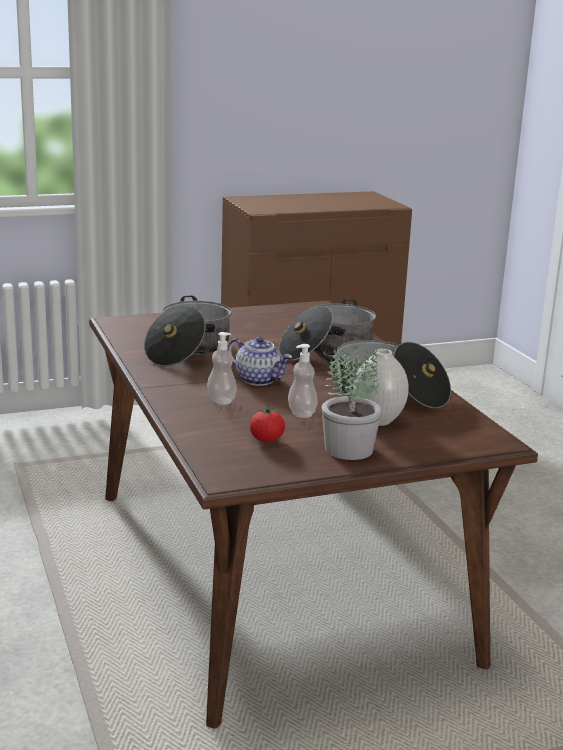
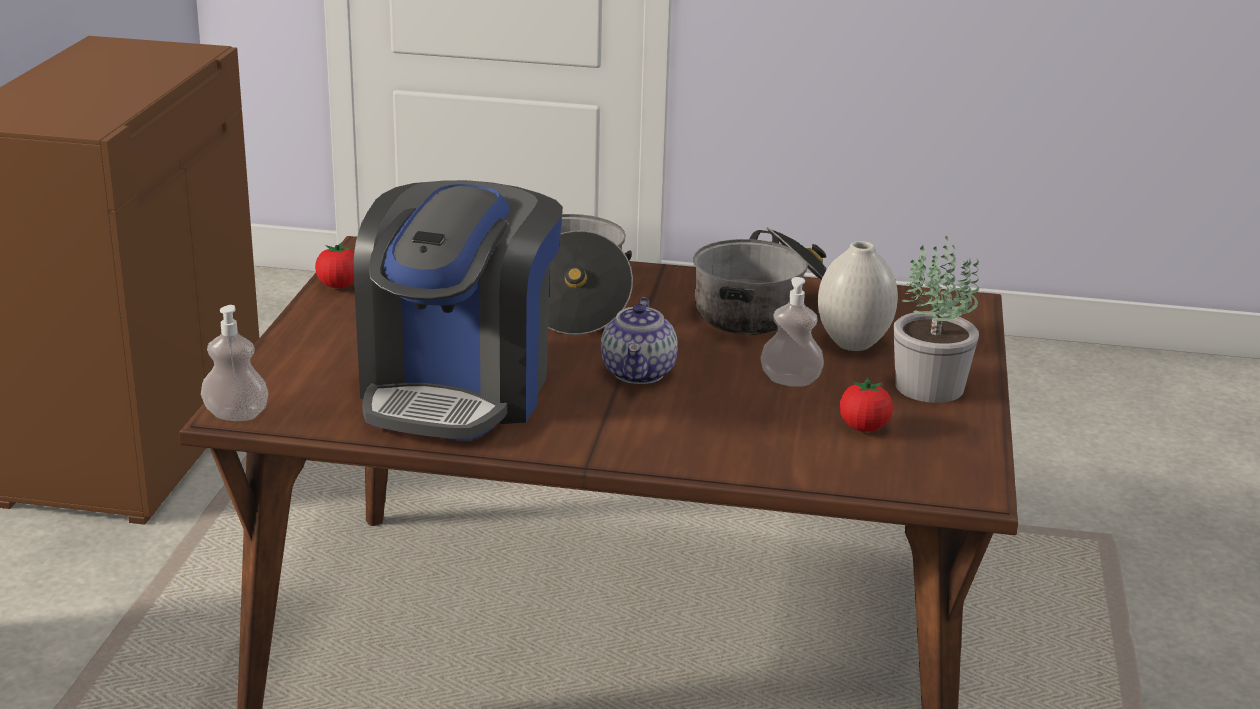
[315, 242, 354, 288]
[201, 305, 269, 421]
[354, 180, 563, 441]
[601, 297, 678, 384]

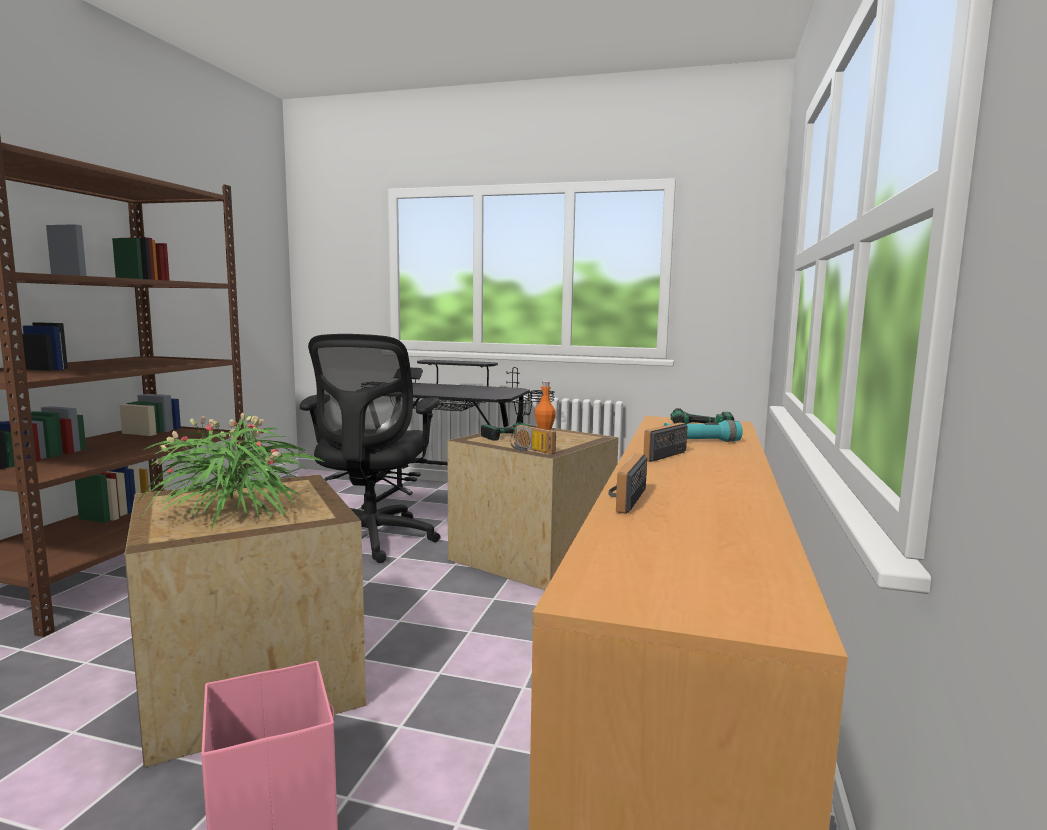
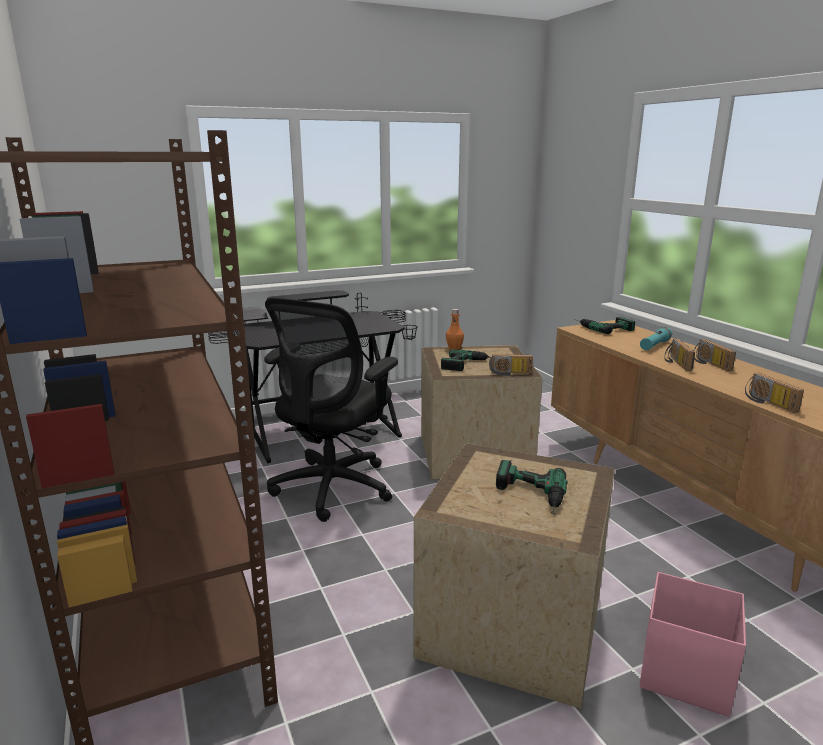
[694, 339, 736, 371]
[496, 460, 568, 514]
[264, 298, 398, 522]

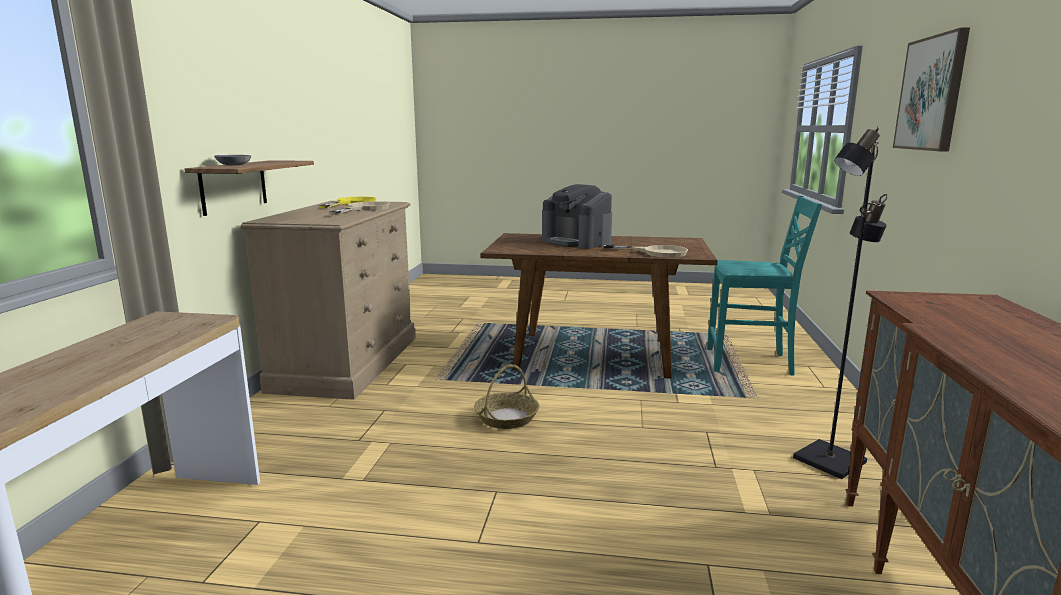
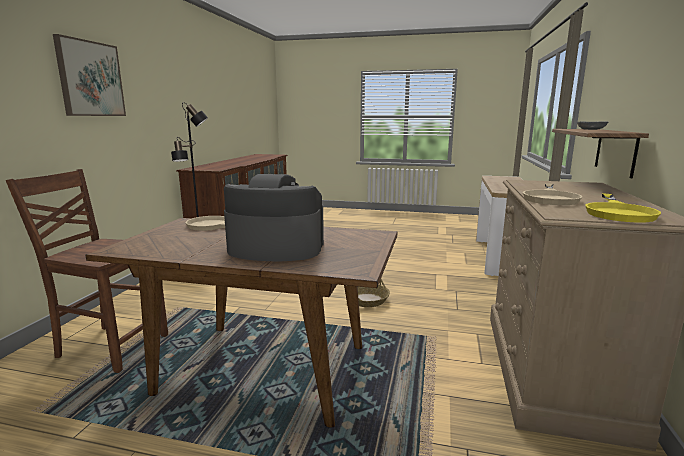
[6, 169, 168, 373]
[224, 174, 324, 261]

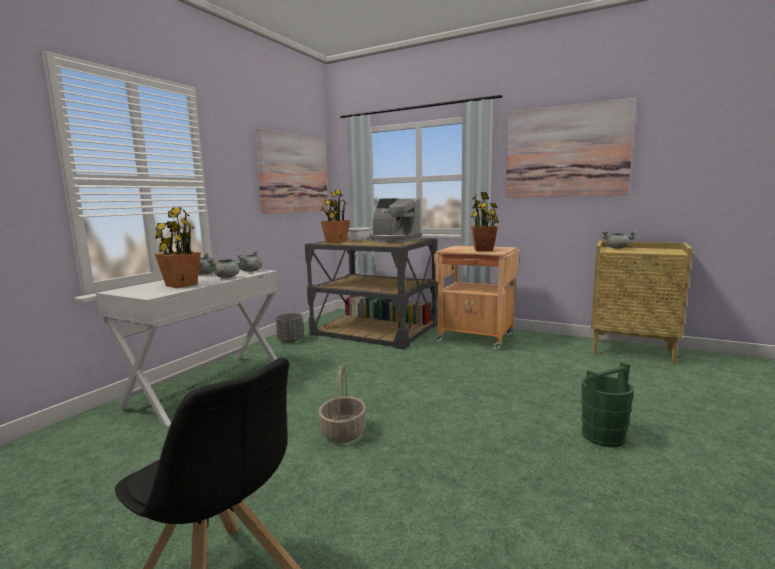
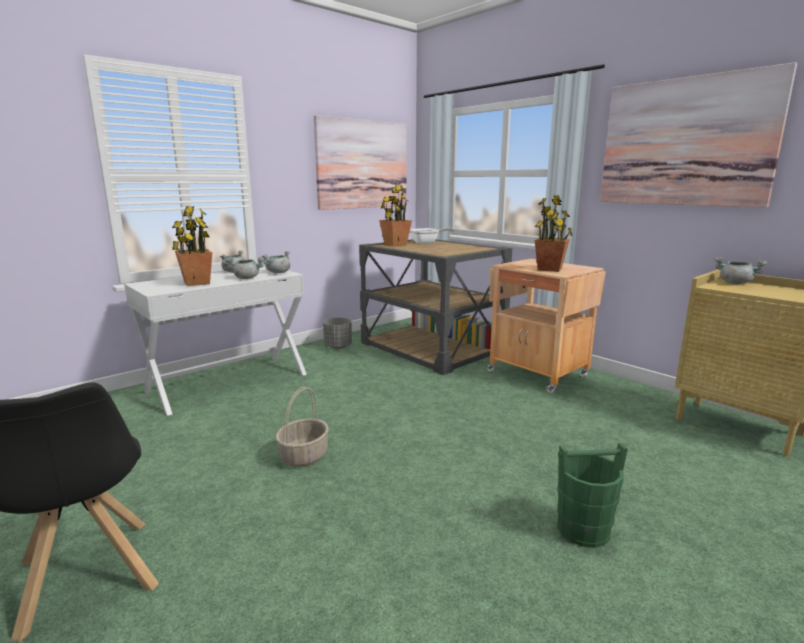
[370, 198, 422, 243] (first image)

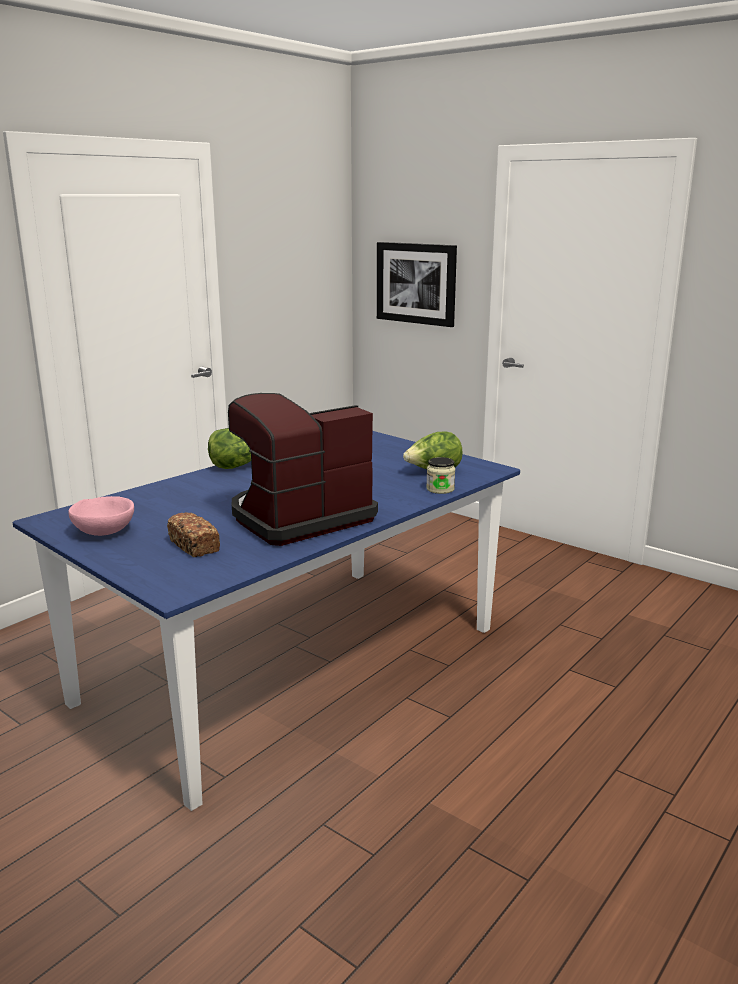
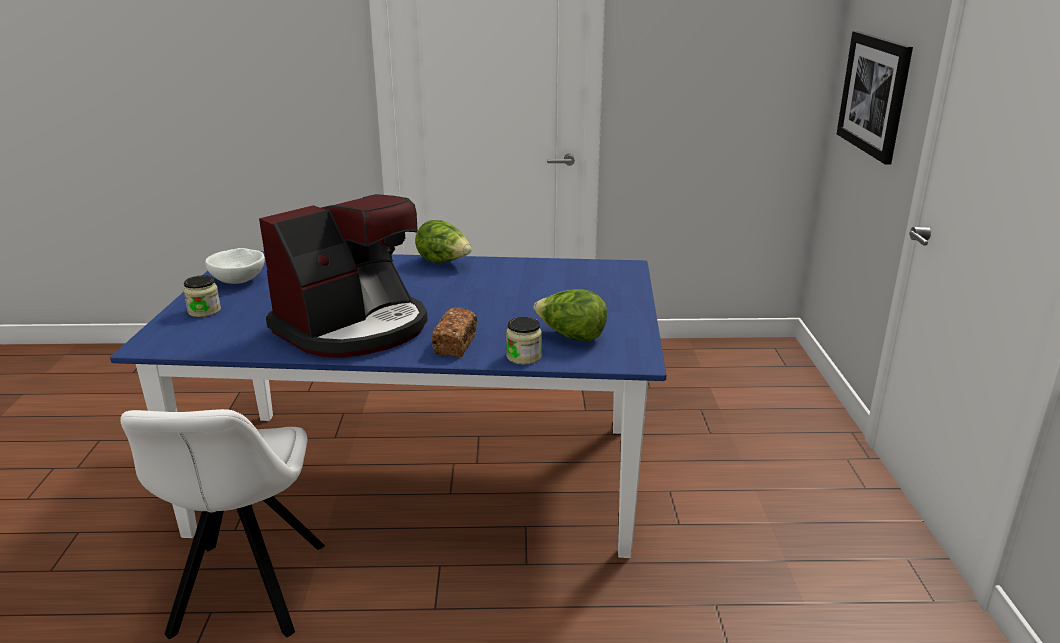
[120, 409, 325, 639]
[184, 275, 221, 317]
[432, 307, 477, 357]
[205, 248, 265, 284]
[259, 194, 428, 358]

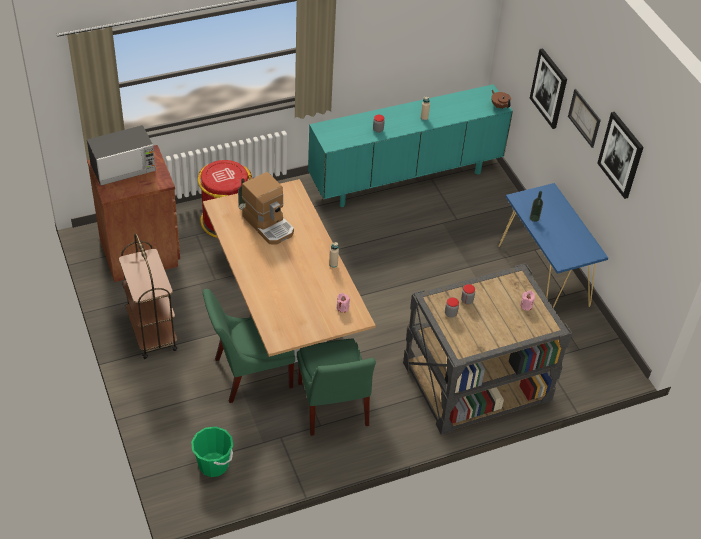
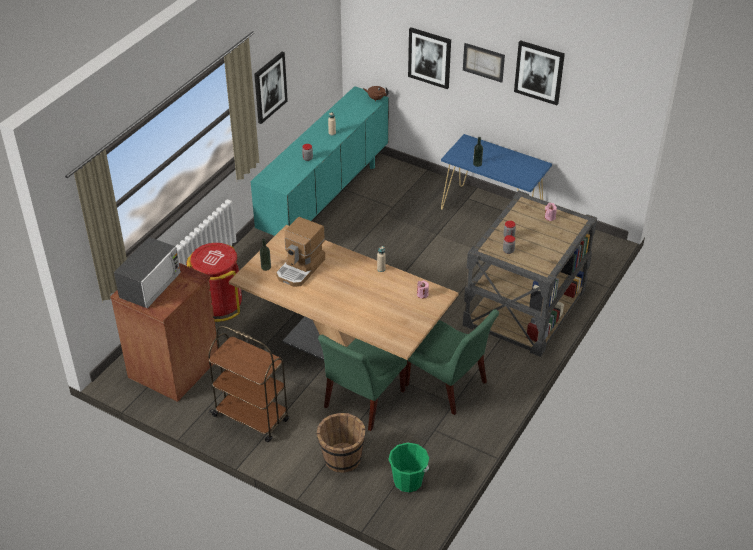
[254, 52, 288, 124]
[317, 413, 366, 473]
[276, 217, 325, 287]

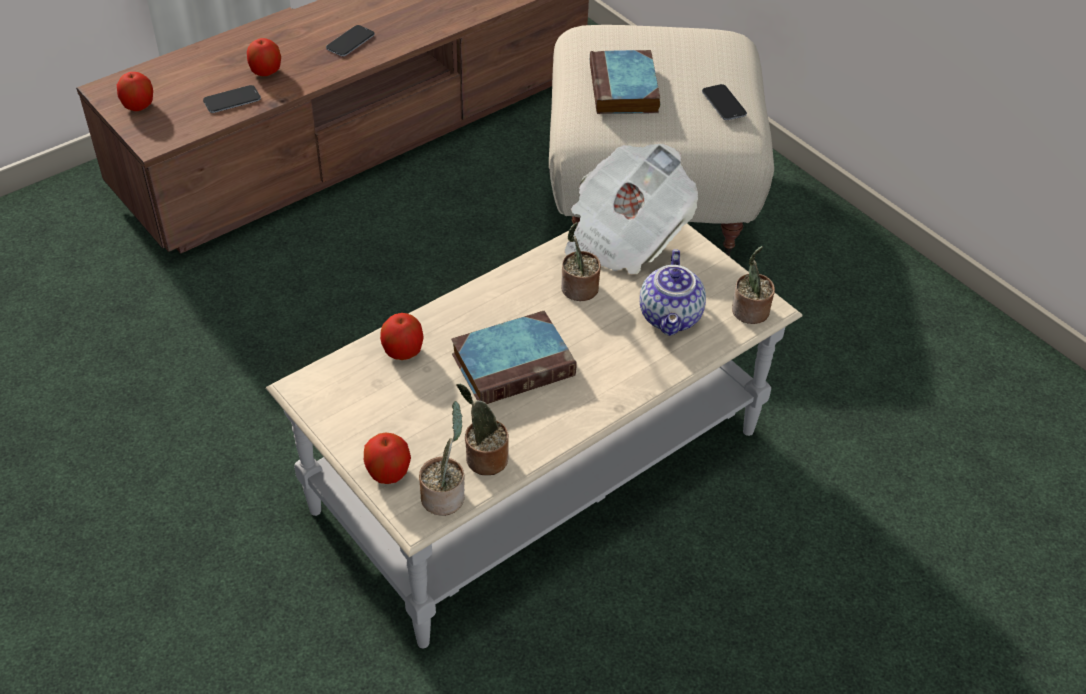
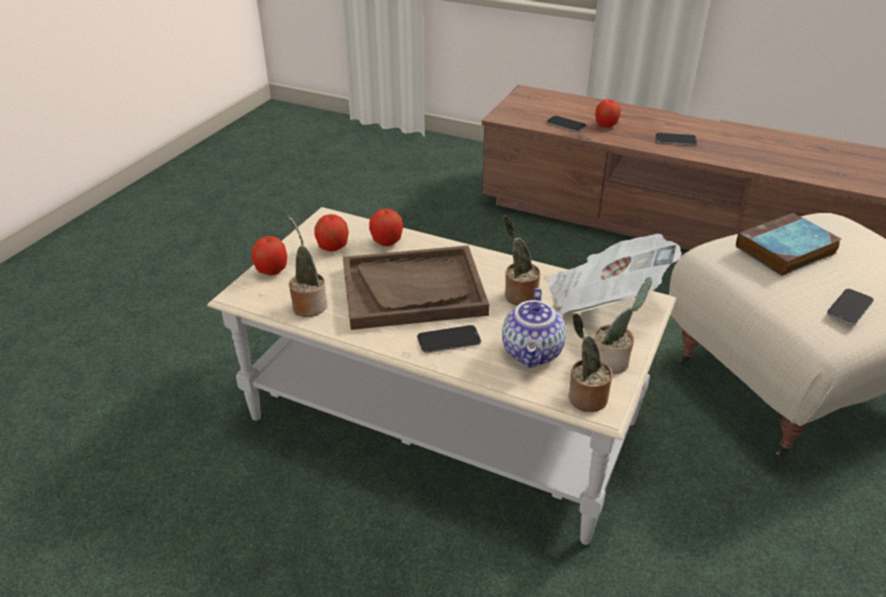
[417, 325, 481, 353]
[315, 214, 349, 251]
[594, 277, 652, 374]
[343, 245, 489, 330]
[502, 288, 566, 368]

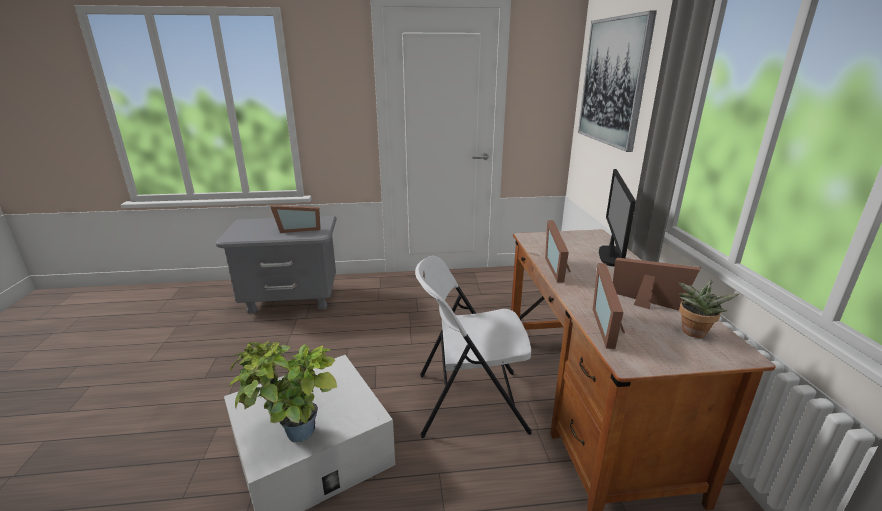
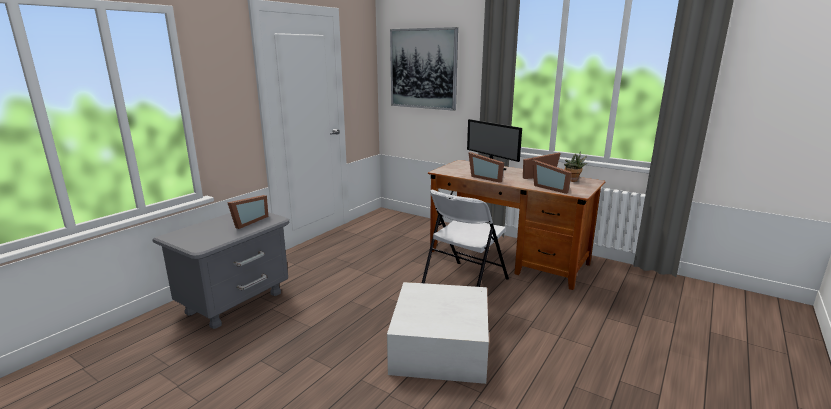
[229, 340, 337, 442] (first image)

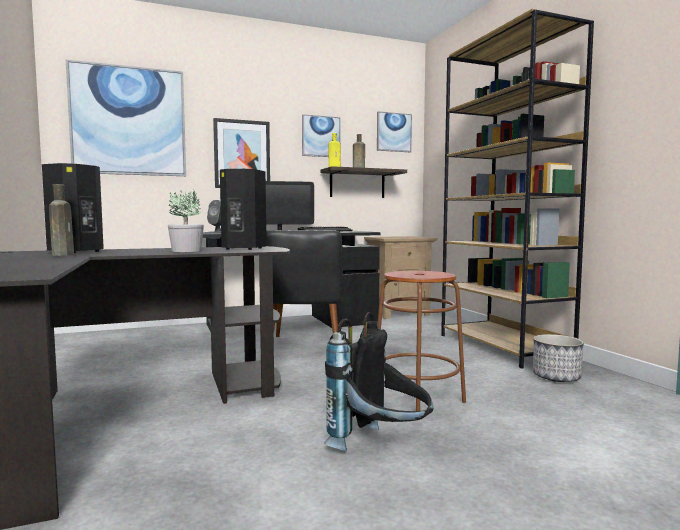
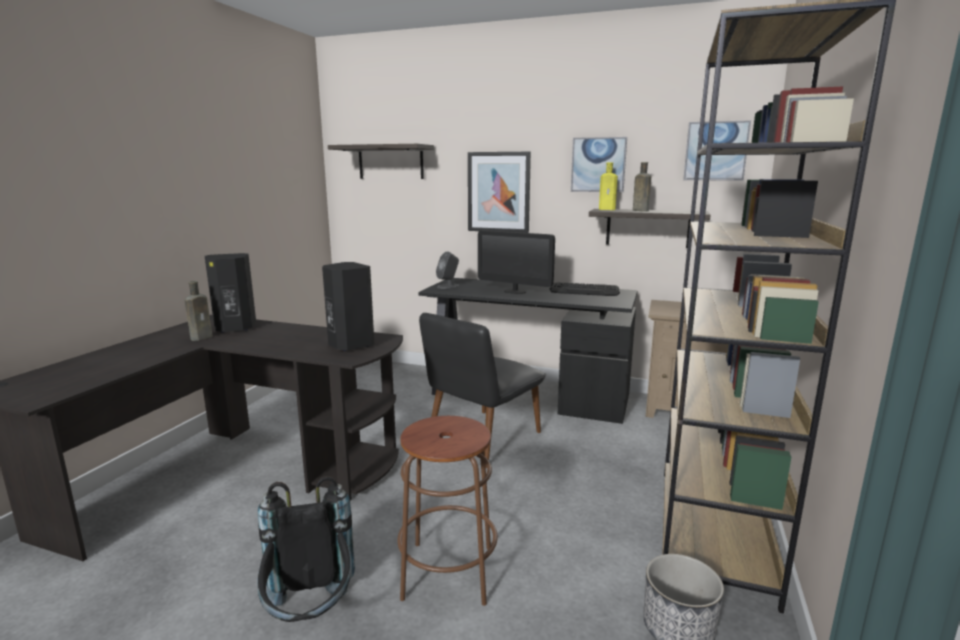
[168, 189, 204, 252] (first image)
[328, 144, 434, 179]

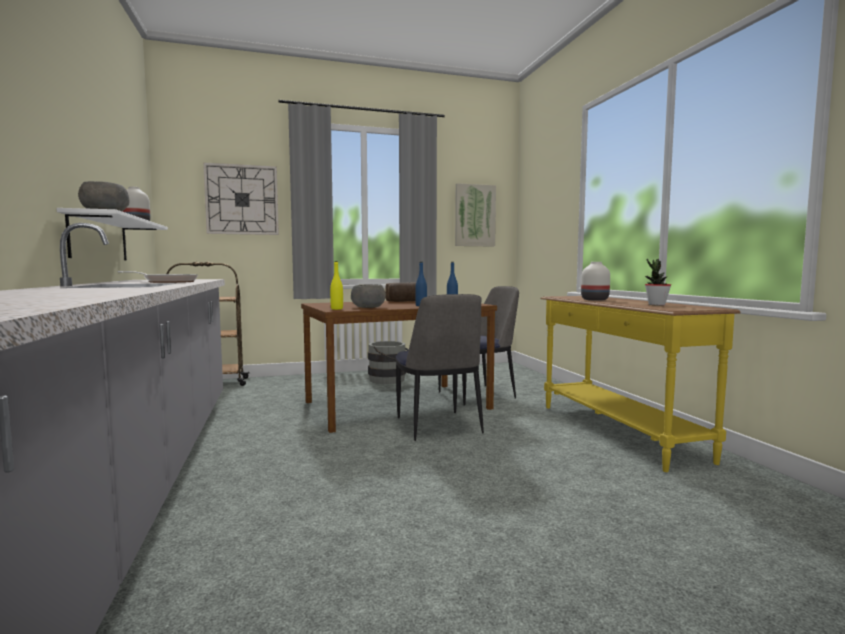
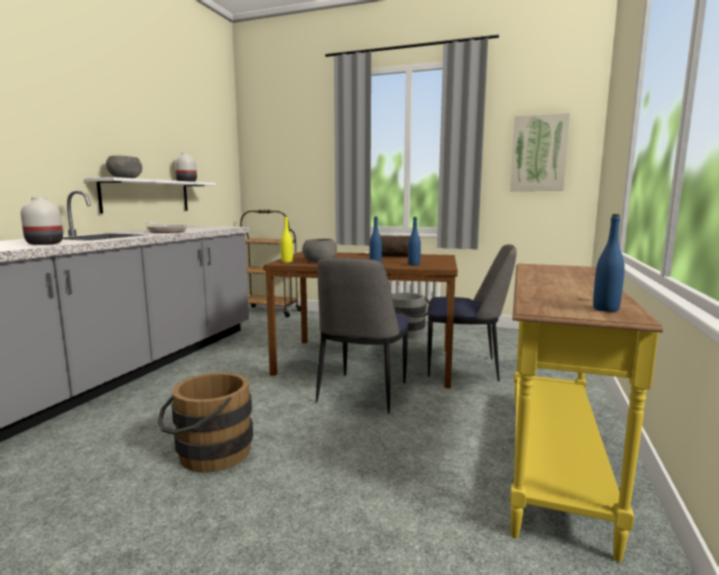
[203, 162, 279, 235] (first image)
[645, 259, 671, 305] (first image)
[157, 372, 253, 473]
[593, 214, 625, 312]
[21, 197, 63, 245]

